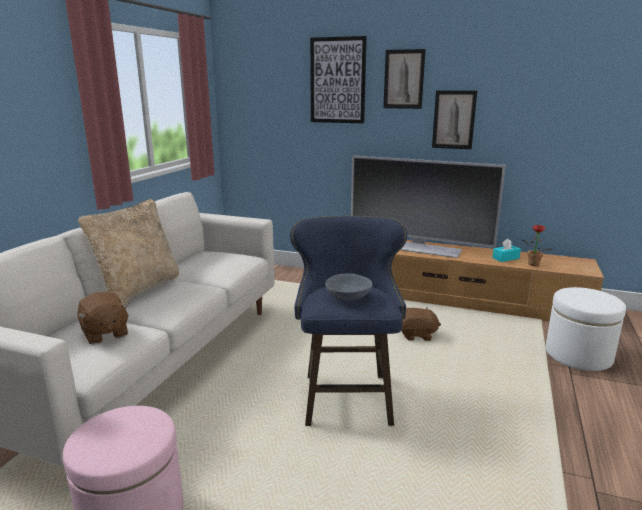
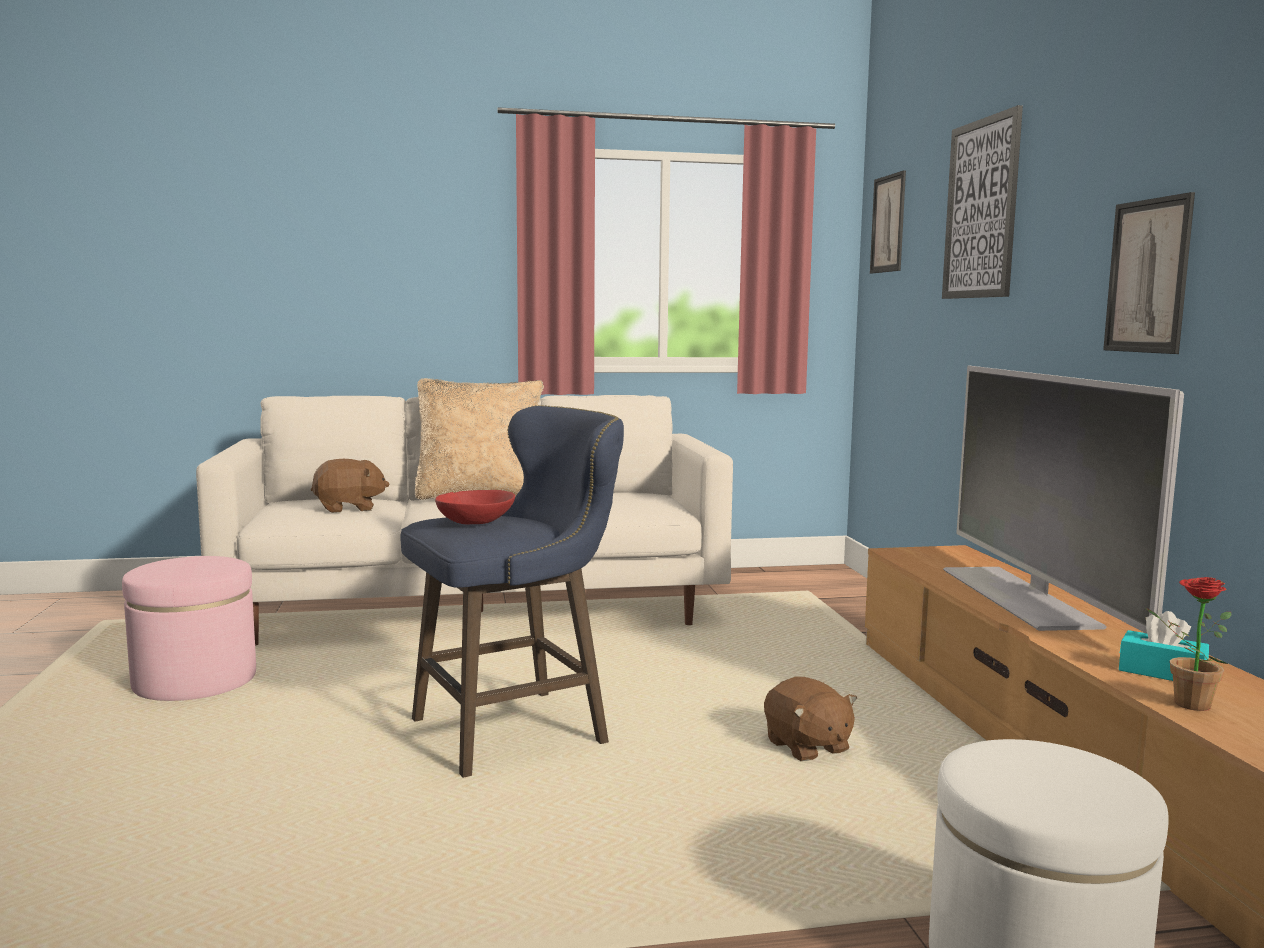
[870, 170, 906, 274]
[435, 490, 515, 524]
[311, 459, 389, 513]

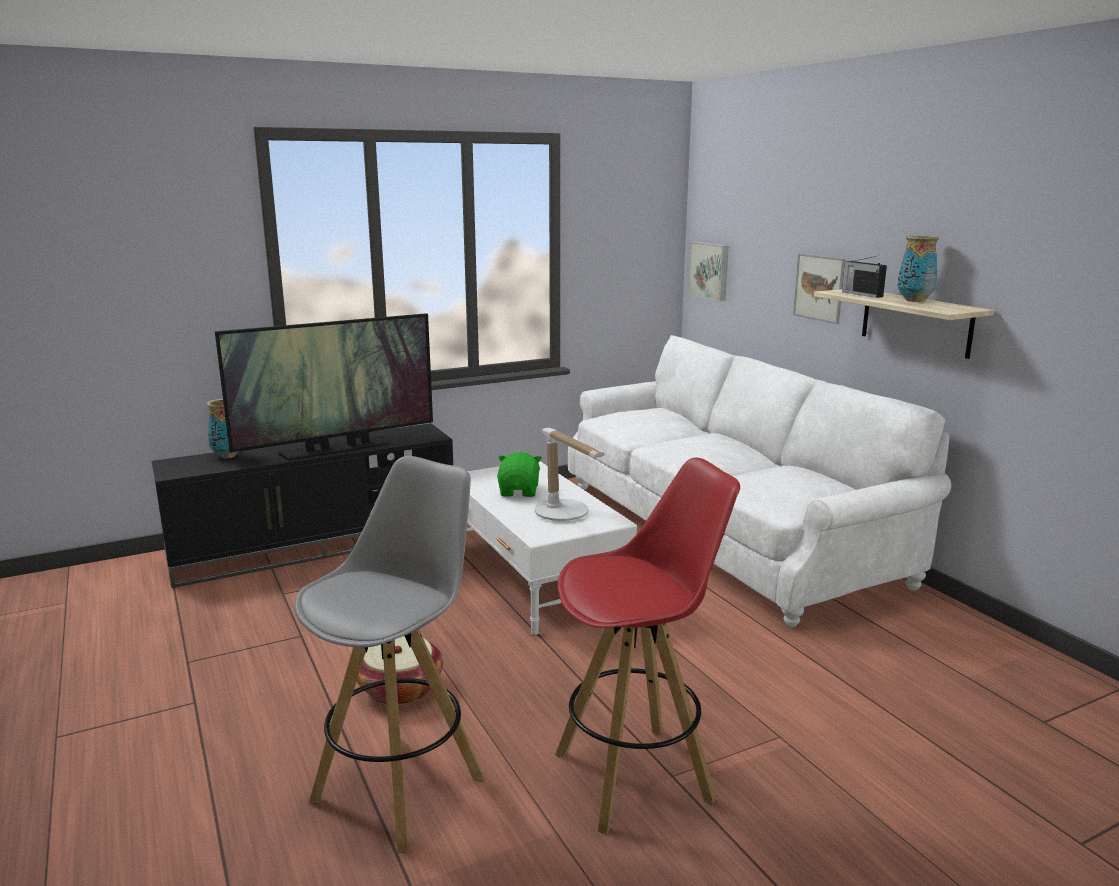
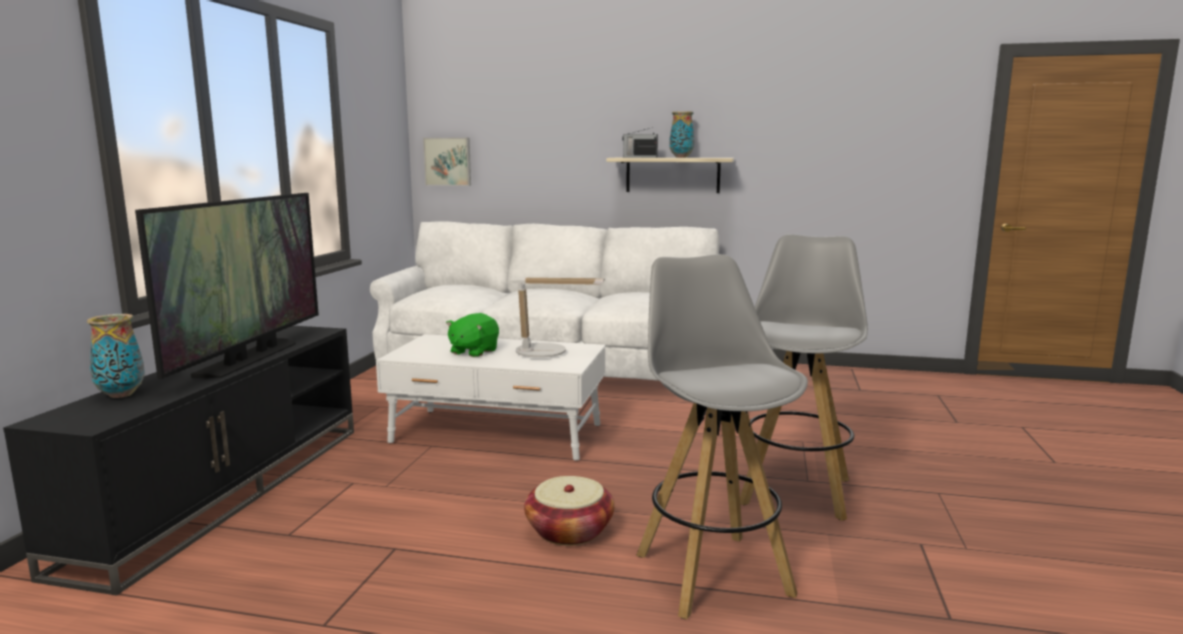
[793, 253, 846, 324] (first image)
[740, 234, 868, 521]
[446, 313, 499, 357]

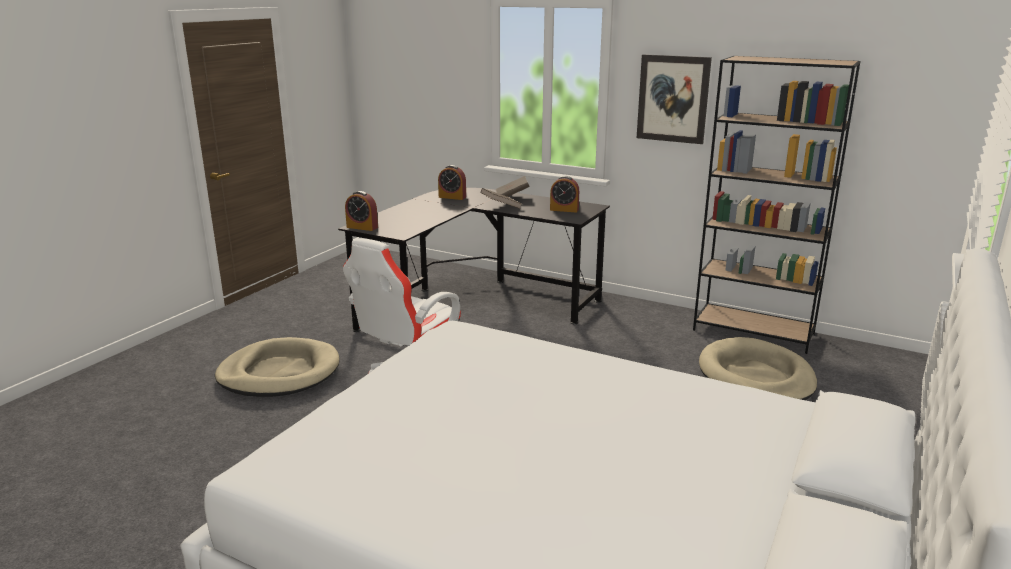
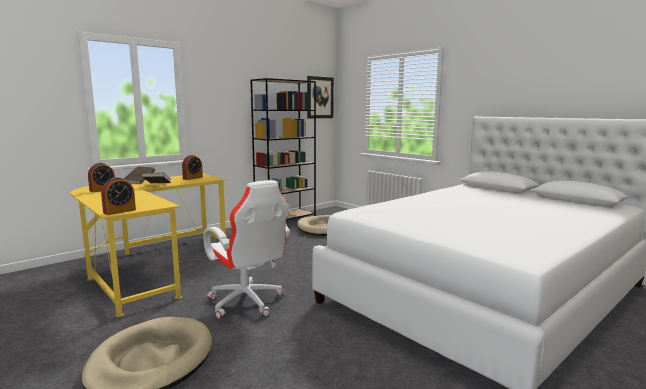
[307, 76, 334, 118]
[70, 173, 226, 317]

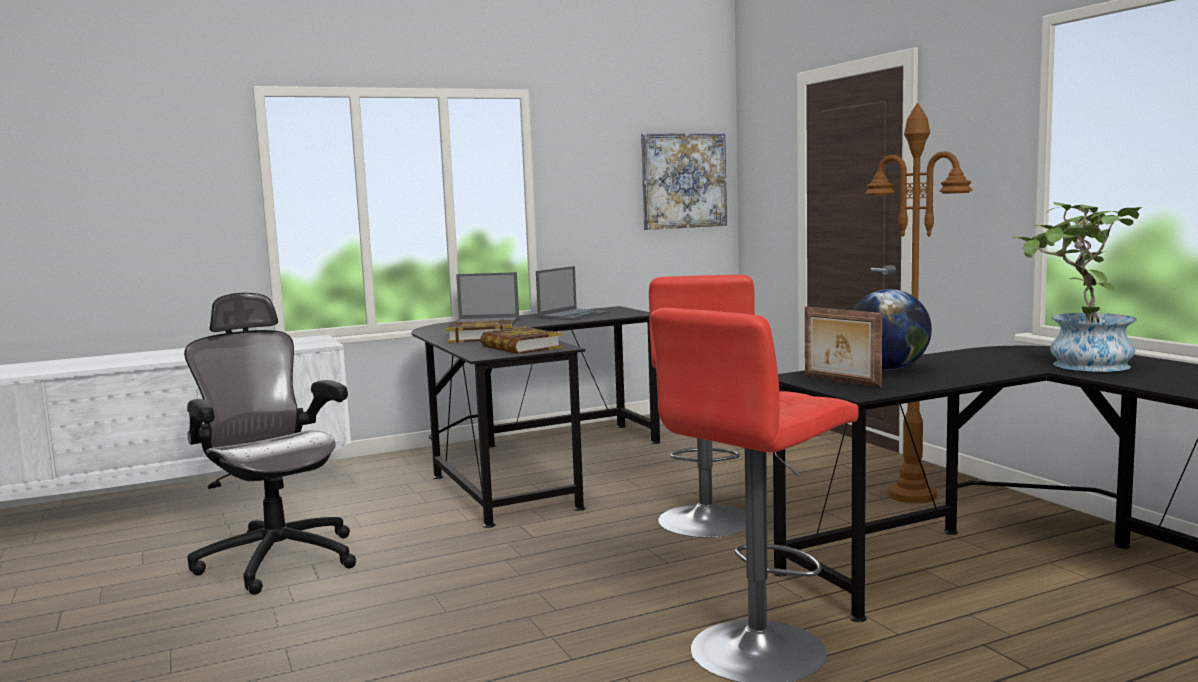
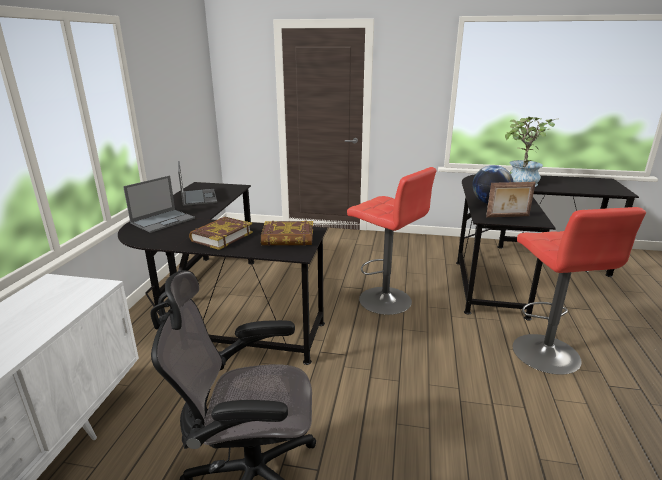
[641, 133, 727, 230] (first image)
[865, 103, 973, 503] (first image)

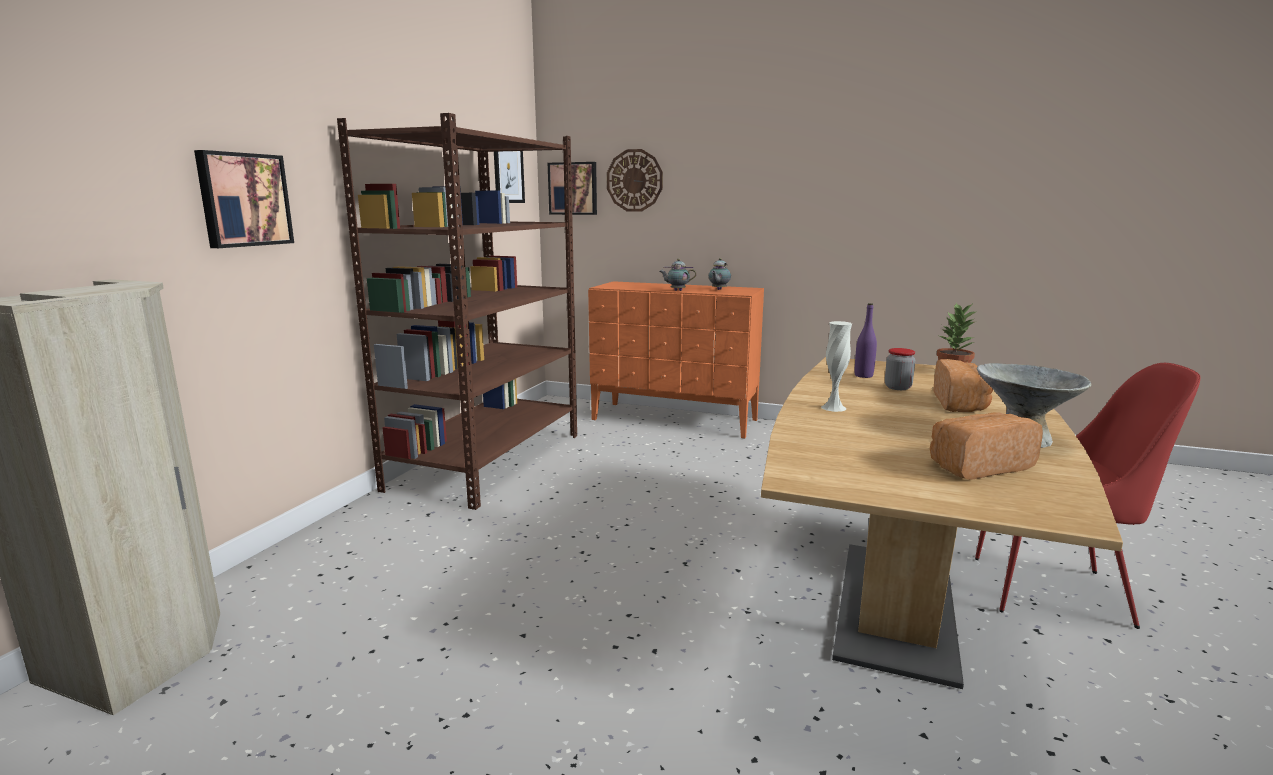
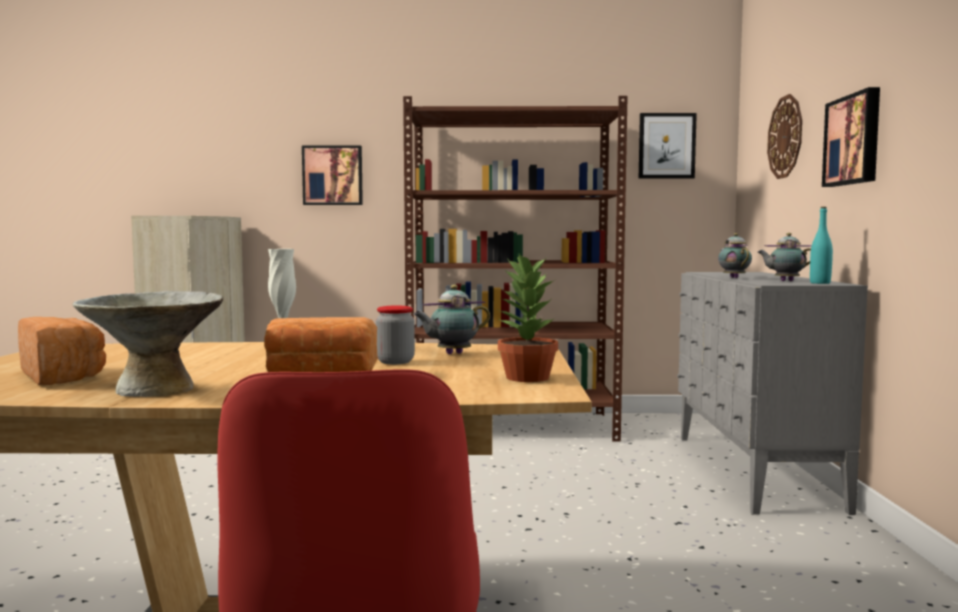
[810, 207, 833, 284]
[822, 87, 880, 187]
[413, 285, 490, 354]
[677, 272, 868, 515]

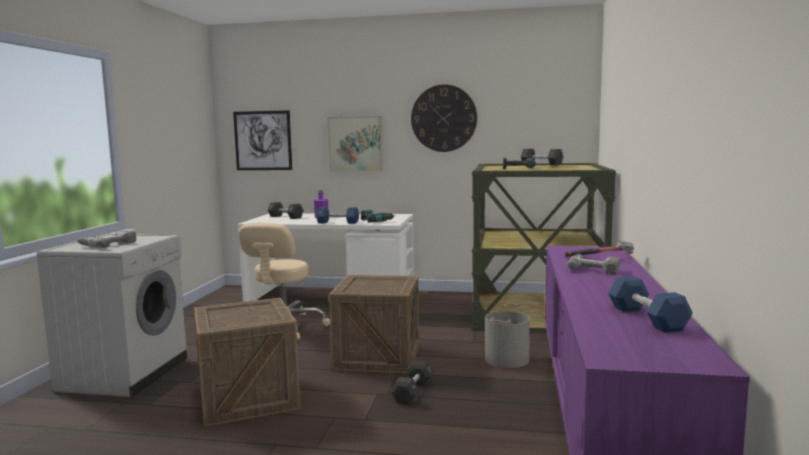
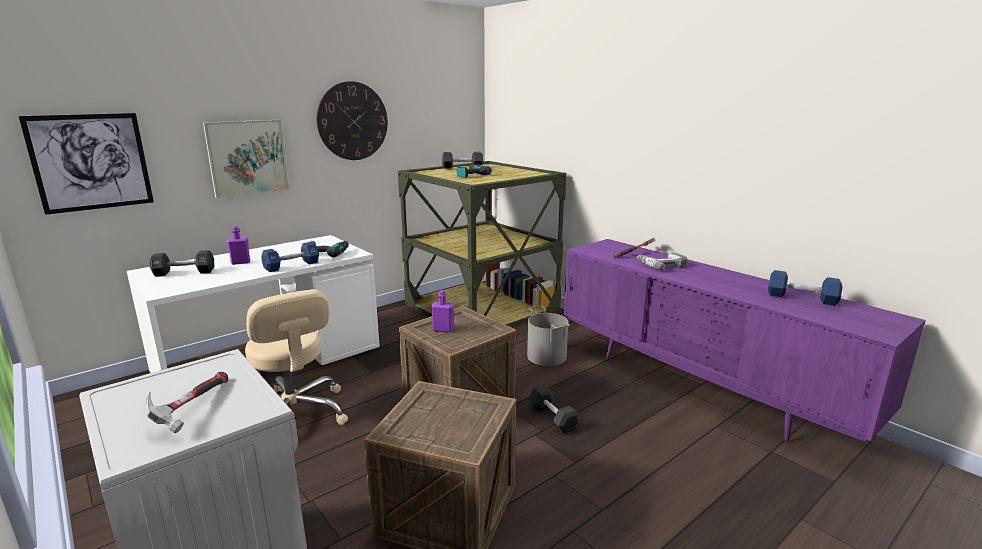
[431, 290, 454, 333]
[144, 372, 228, 433]

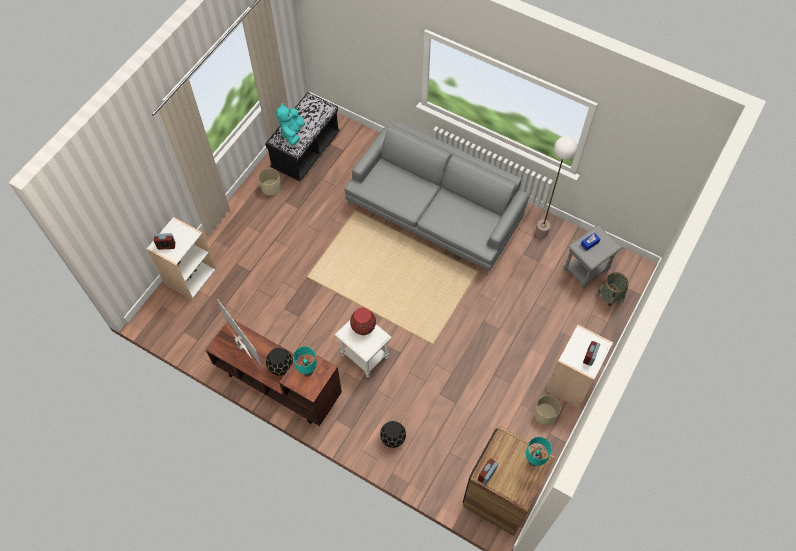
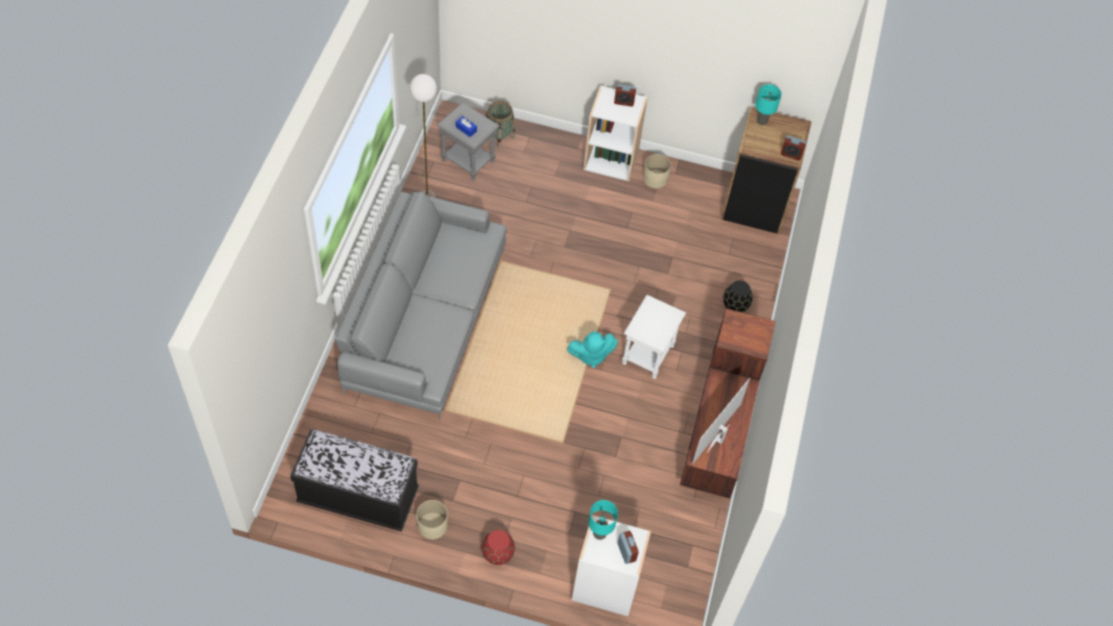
[266, 348, 293, 376] (first image)
[567, 331, 618, 368]
[588, 500, 618, 540]
[482, 530, 515, 565]

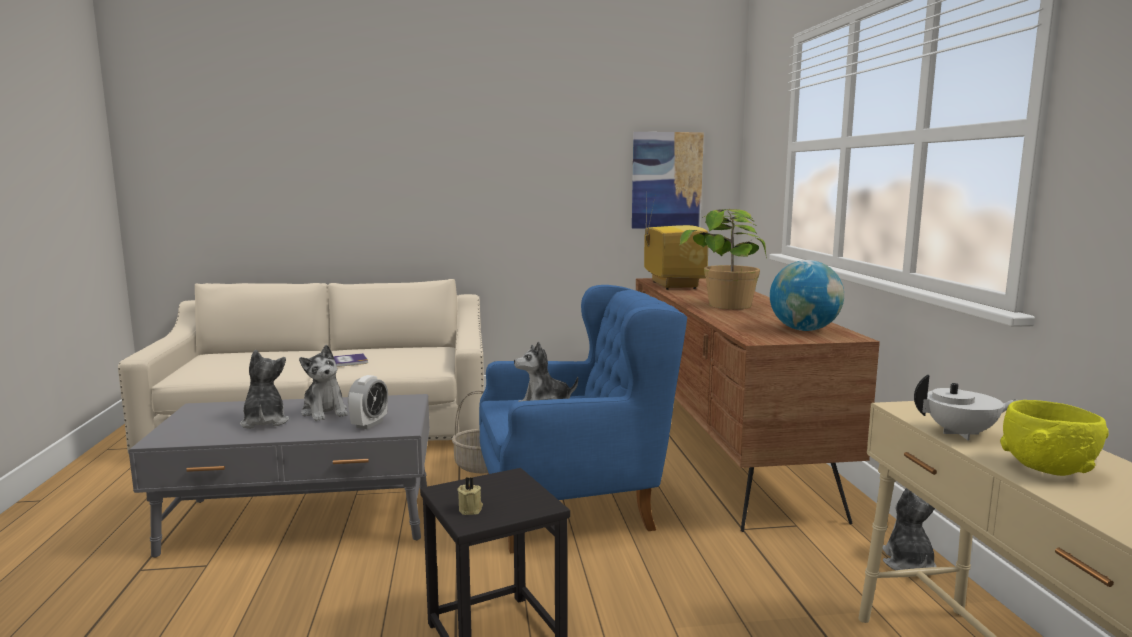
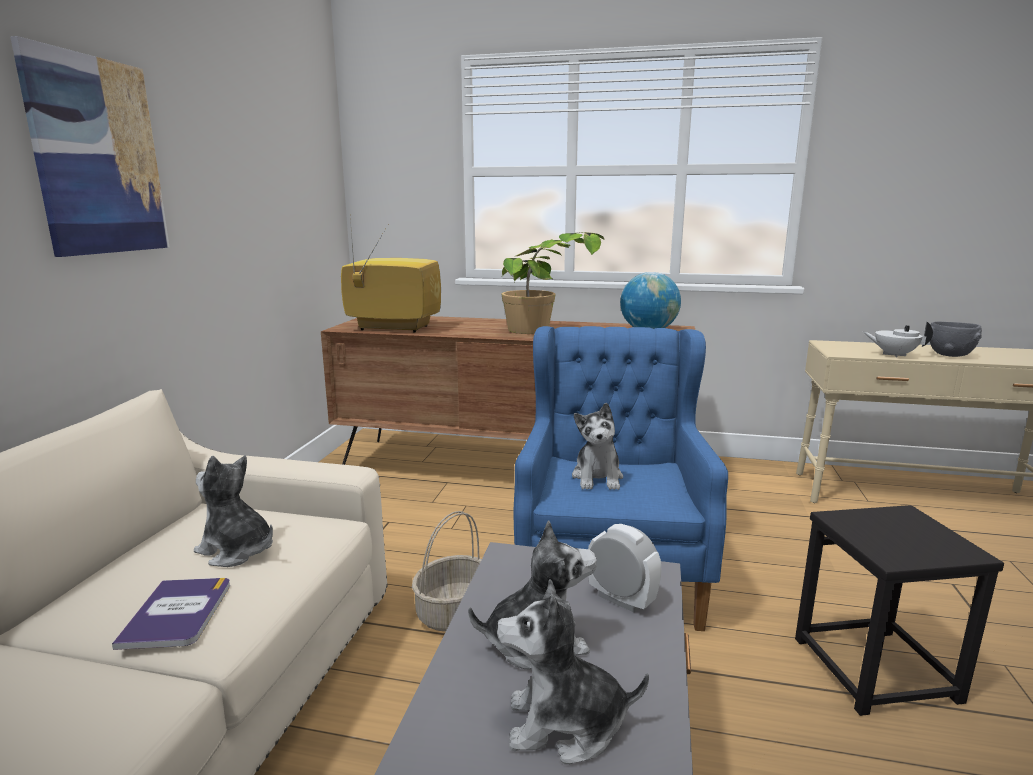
[457, 477, 483, 515] (first image)
[10, 36, 170, 257]
[194, 456, 273, 567]
[930, 322, 982, 357]
[863, 321, 933, 357]

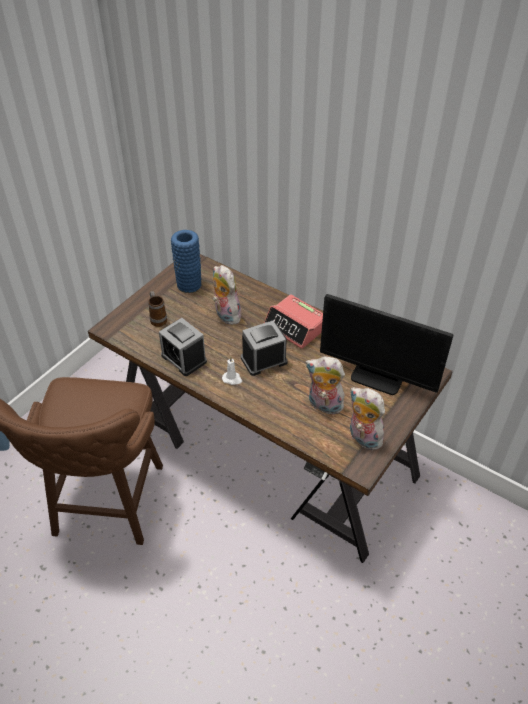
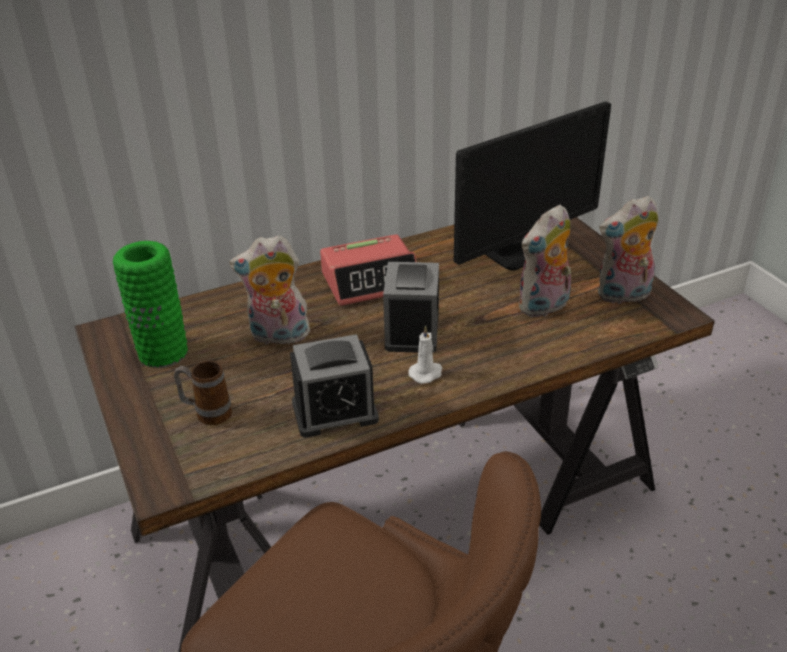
[113, 241, 188, 368]

